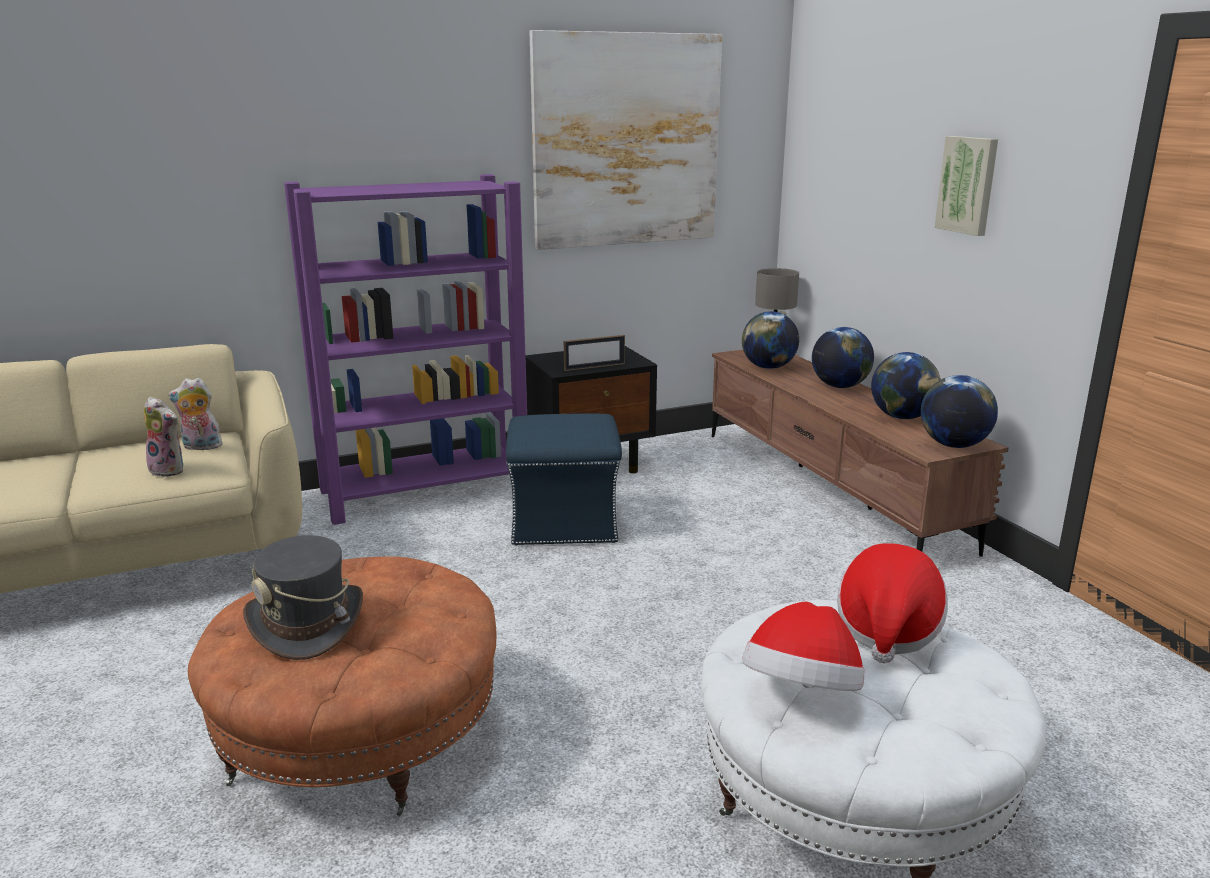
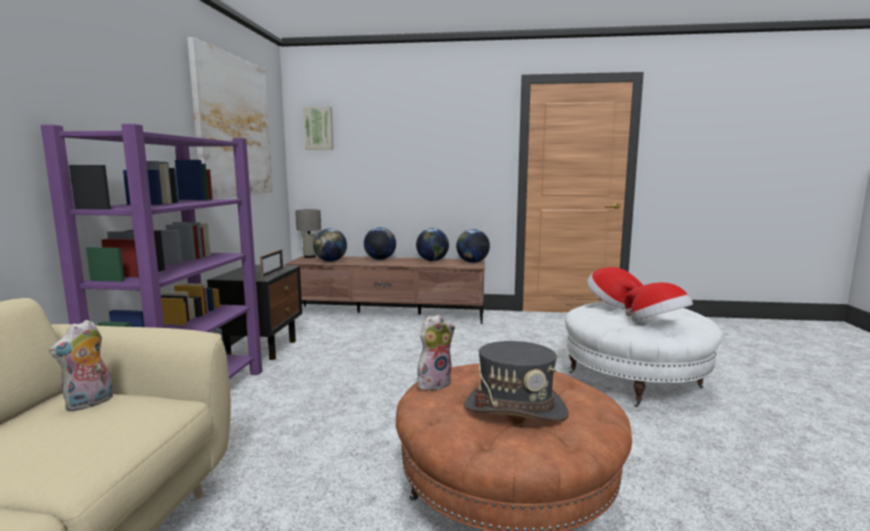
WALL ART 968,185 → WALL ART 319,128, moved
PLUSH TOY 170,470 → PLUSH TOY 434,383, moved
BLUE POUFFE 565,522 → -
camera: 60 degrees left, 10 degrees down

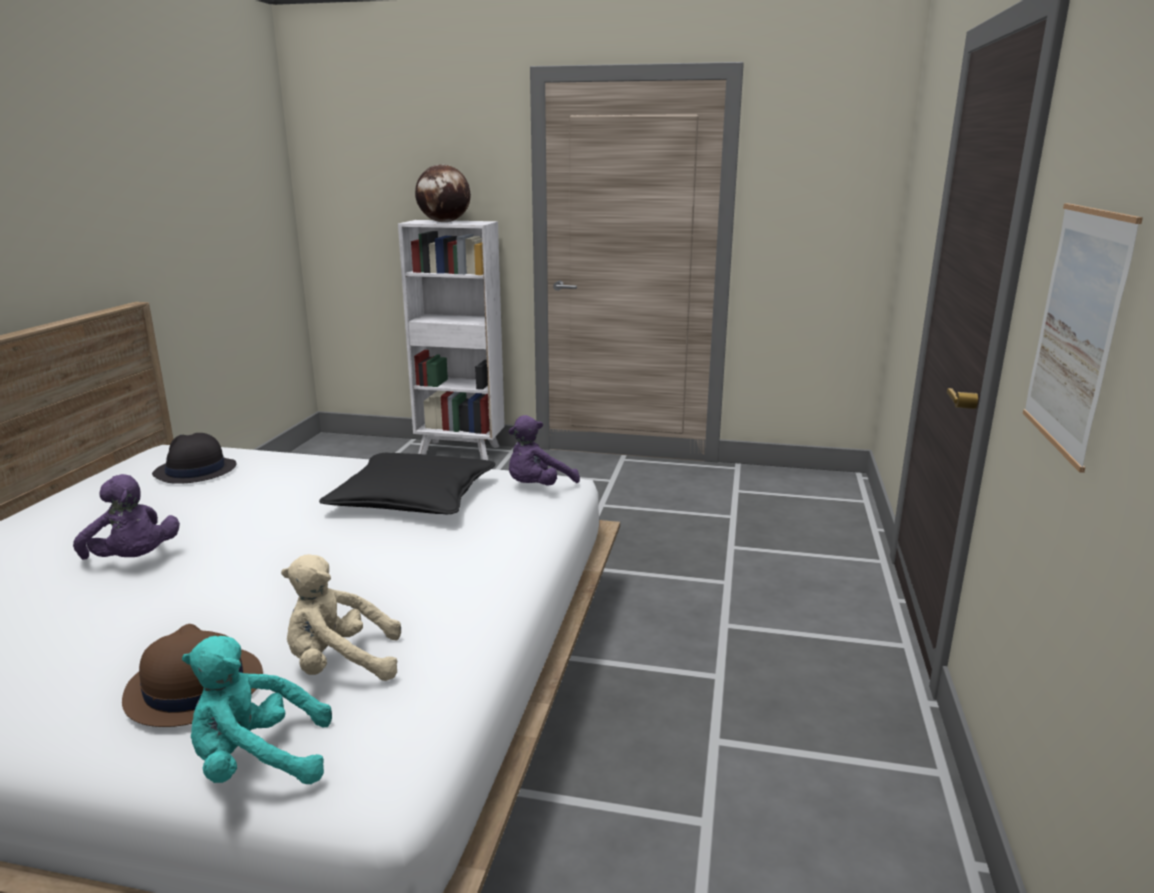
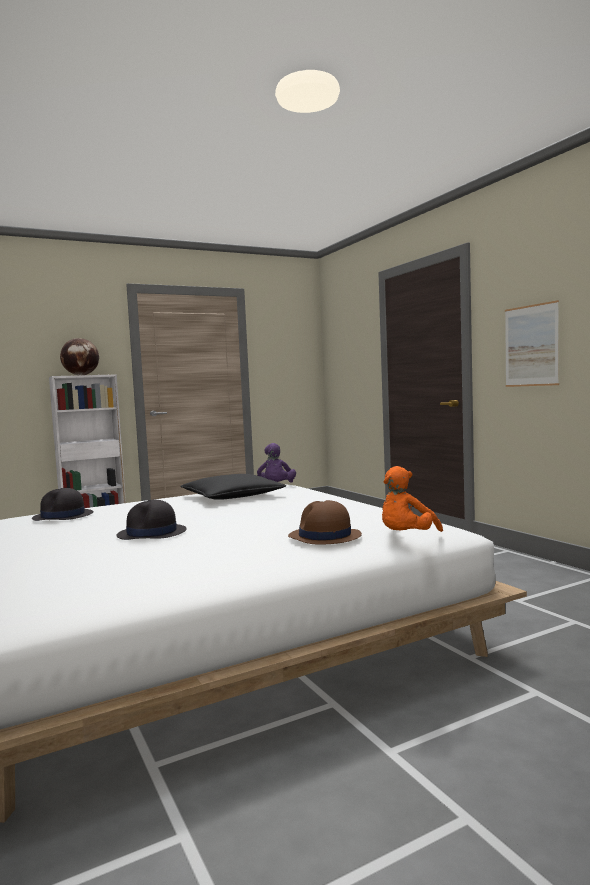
PURPLISH PLUSH TOY 133,561 → BLACKISH HAT 152,534
BEIGE PLUSH TOY 340,665 → -
TURQUOISE PLUSH TOY 257,762 → ORANGE PLUSH TOY 406,537
camera: 40 degrees left, 15 degrees down

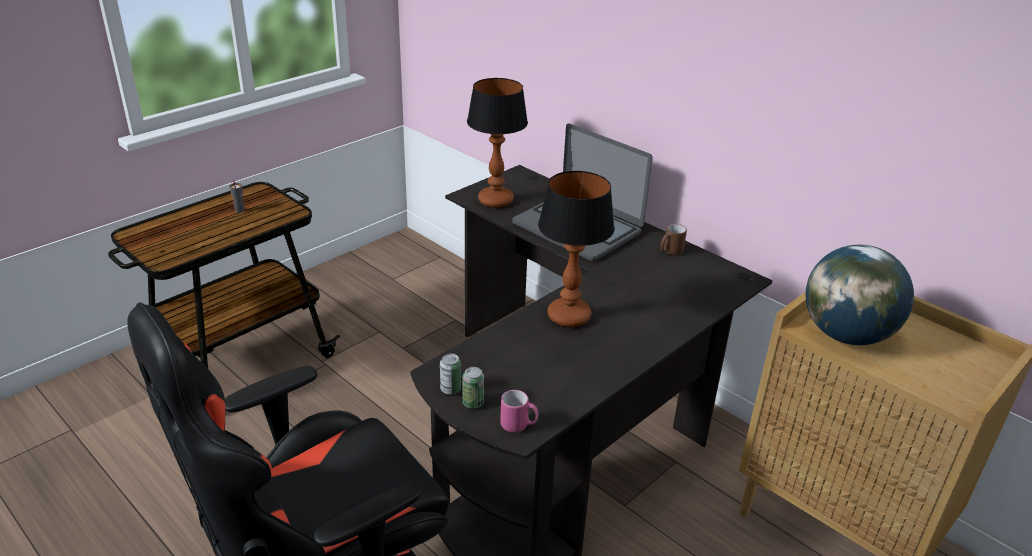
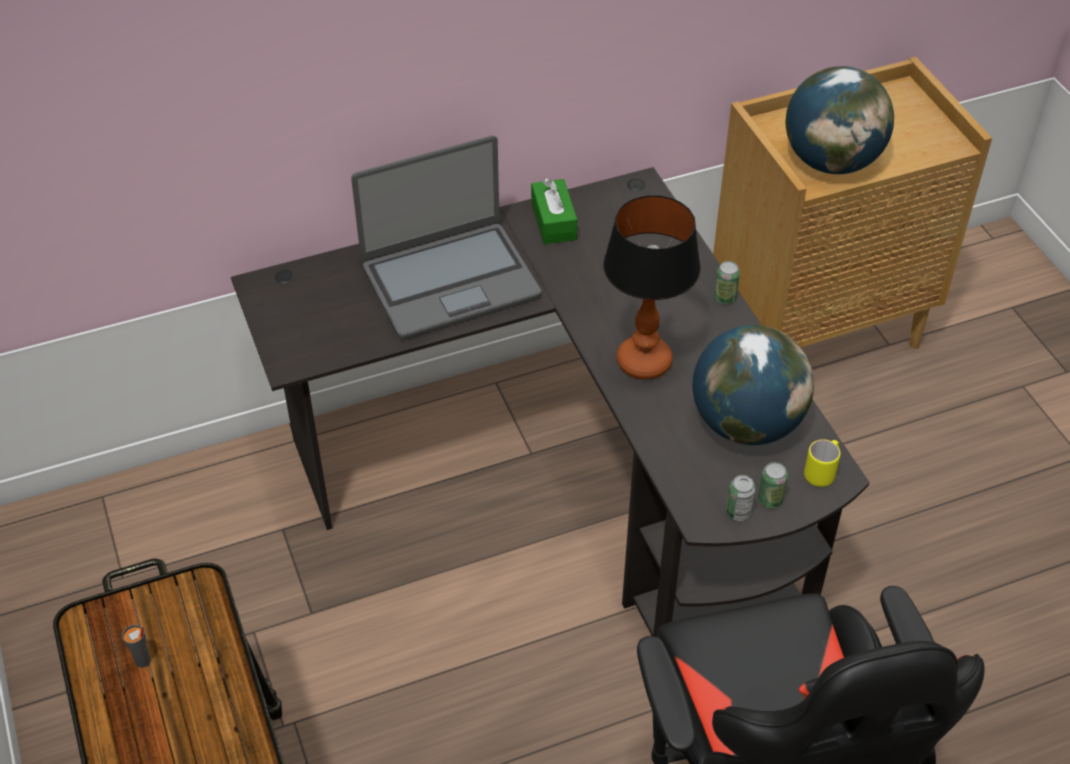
TABLETOP LAMP 495,201 → -
BROWN-COLOURED COFFEE MUG 670,252 → GREENISH BOX OF TISSUES 553,221
PINK COFFEE MUG 519,425 → YELLOWISH COFFEE MUG 822,472
- → METAL CAN 725,298
- → WORLD GLOBE 745,424
camera: 65 degrees left, 15 degrees up

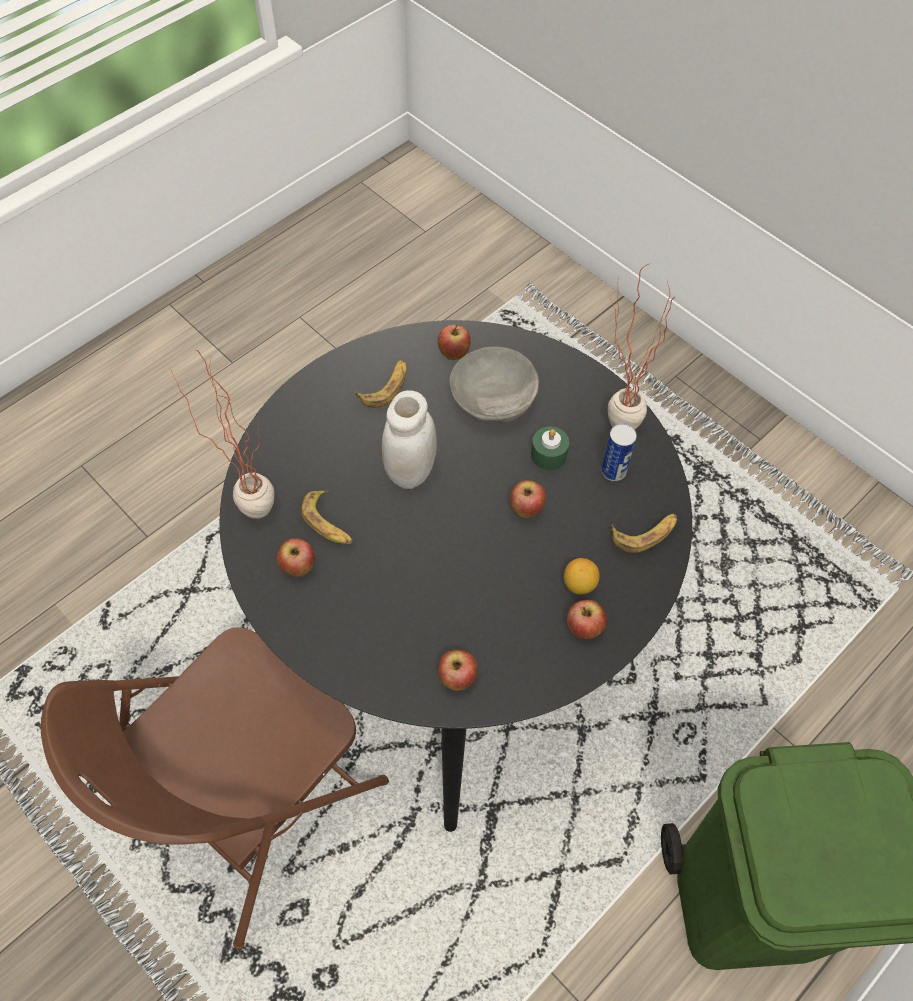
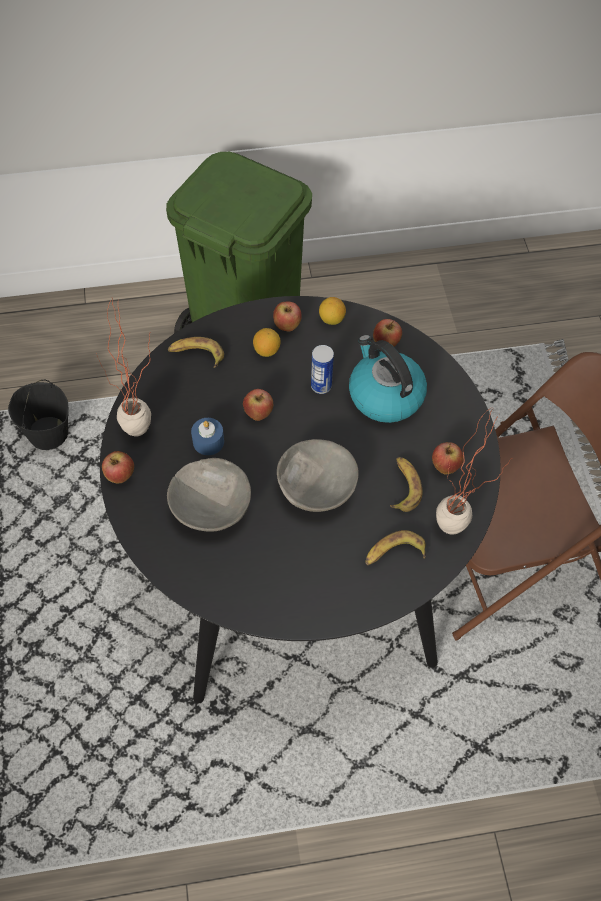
APPLE 454,354 → APPLE 120,476, moved
BANANA FRUIT 385,387 → BANANA FRUIT 394,553, moved
WHITE-COLOURED PRESERVE JAR 410,471 → GREY BOWL 317,489
METAL CAN 613,472 → METAL CAN 321,386, moved
GREENISH CANDLE 548,455 → BLUE CANDLE 208,441
- → WHOLE LEMON 331,319
- → KETTLE 384,395
- → BLACKISH WATER BUCKET 49,434
camera: 145 degrees left, 0 degrees up

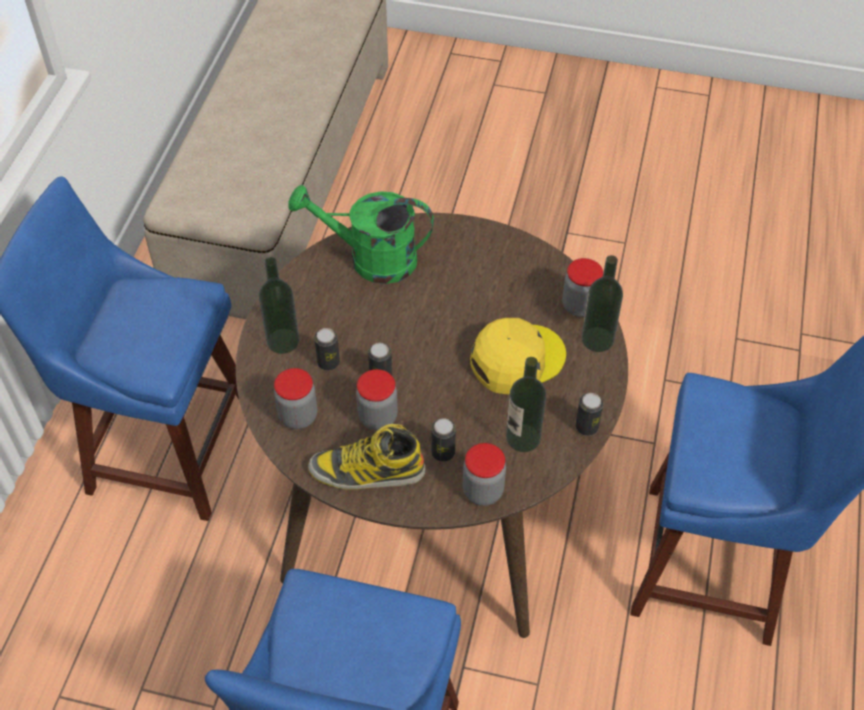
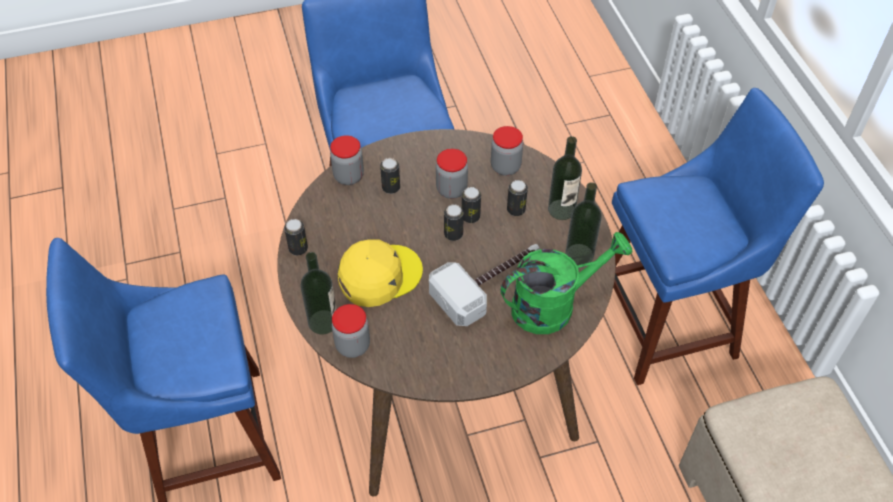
YELLOWISH CAP 516,359 → YELLOWISH CAP 379,275, 150 degrees counterclockwise
DRINK BOTTLE 523,438 → DRINK BOTTLE 579,254, moved
HIGH-TOP BOOT 367,472 → -
- → METAL CAN 453,234
- → TOOL HAMMER 490,283
camera: 150 degrees right, 0 degrees up

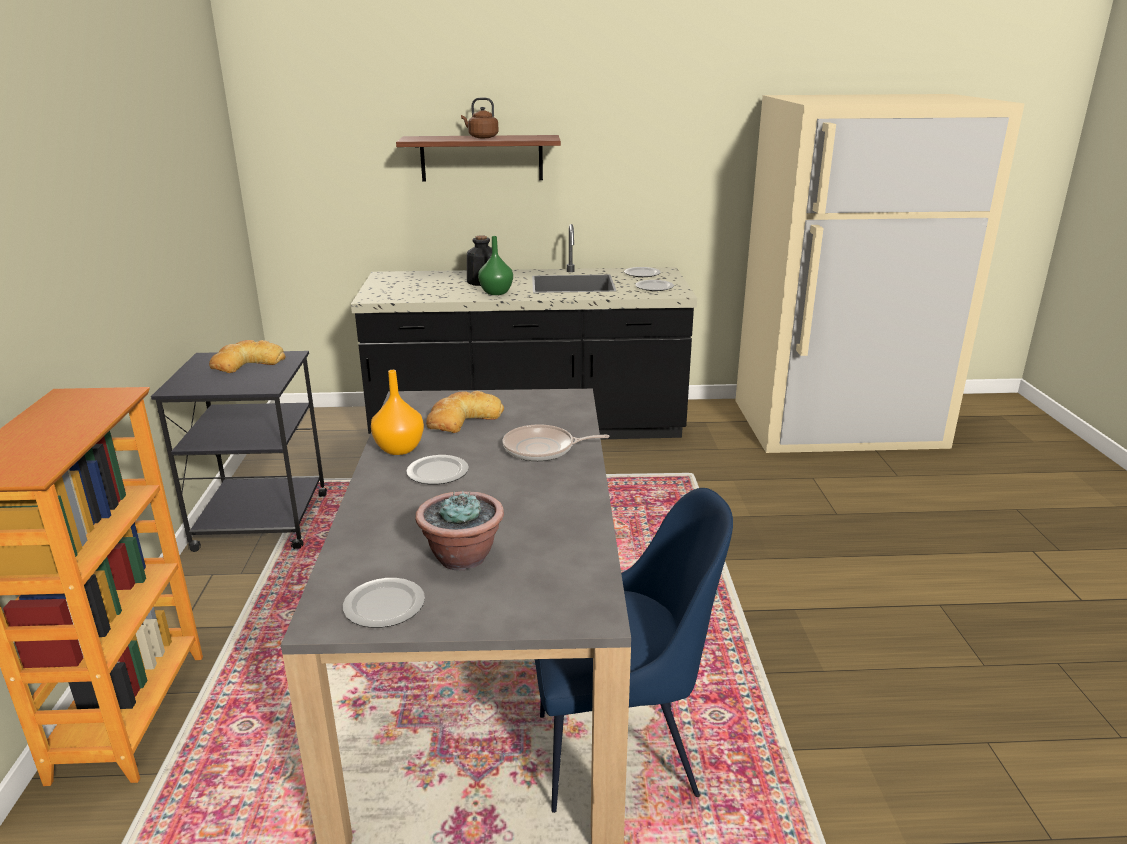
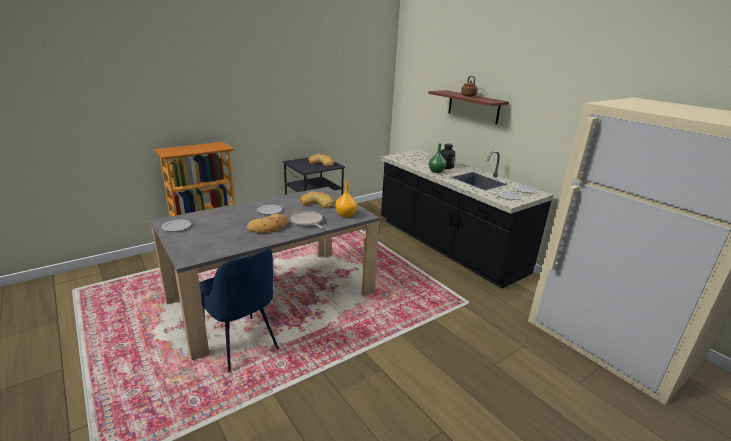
ORANGE VASE 400,449 → ORANGE VASE 346,215, moved
PLANT IN A POT 462,557 → -
- → BAKED BREAD 269,227
camera: 55 degrees right, 0 degrees up

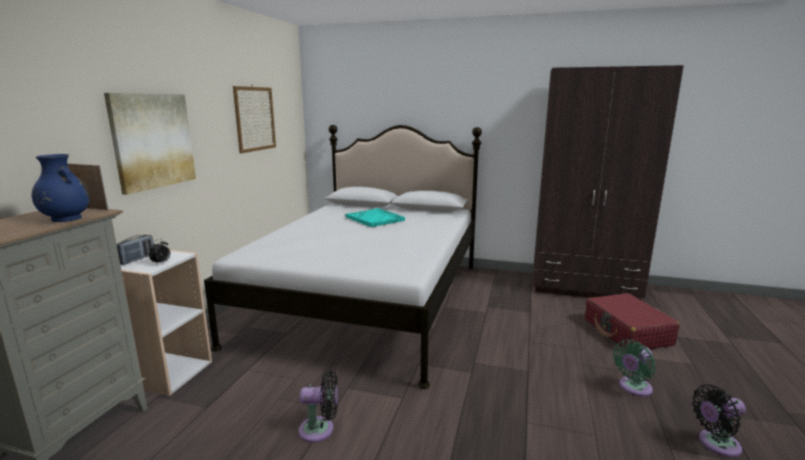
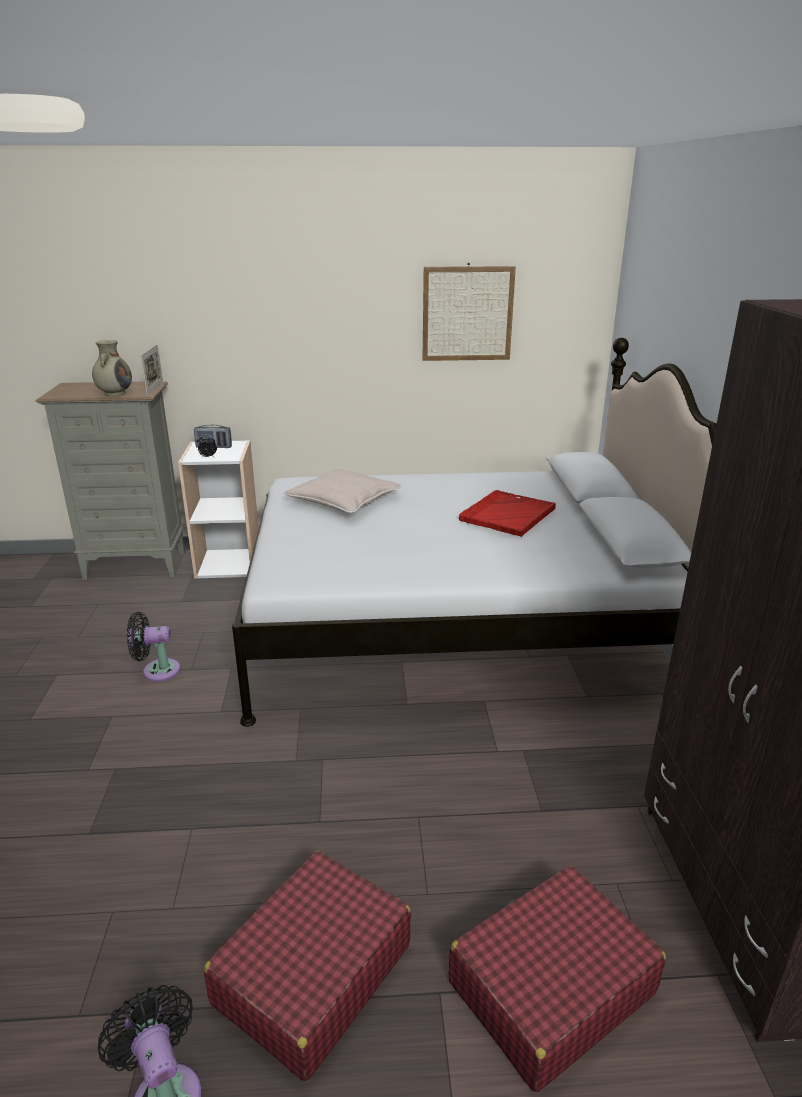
WALL ART 153,141 → -
BLUE VASE 66,218 → BEIGE VASE 115,393
TURQUOISE CARRYING TRAY 375,219 → RED-COLOURED CARRYING TRAY 507,515
GREENISH COOLING FAN 633,388 → RED-COLOURED TRAVEL CASE 312,974
BLACKISH COOLING FAN 320,429 → BLACKISH COOLING FAN 157,671, 105 degrees clockwise
- → BEIGE CUSHION 343,499
camera: 70 degrees right, 10 degrees up

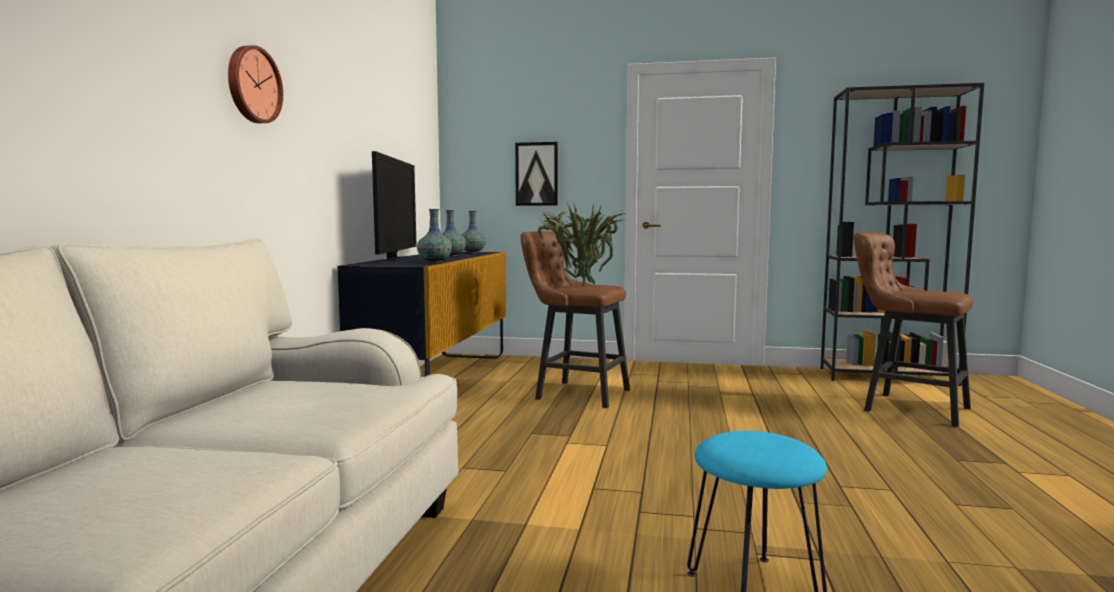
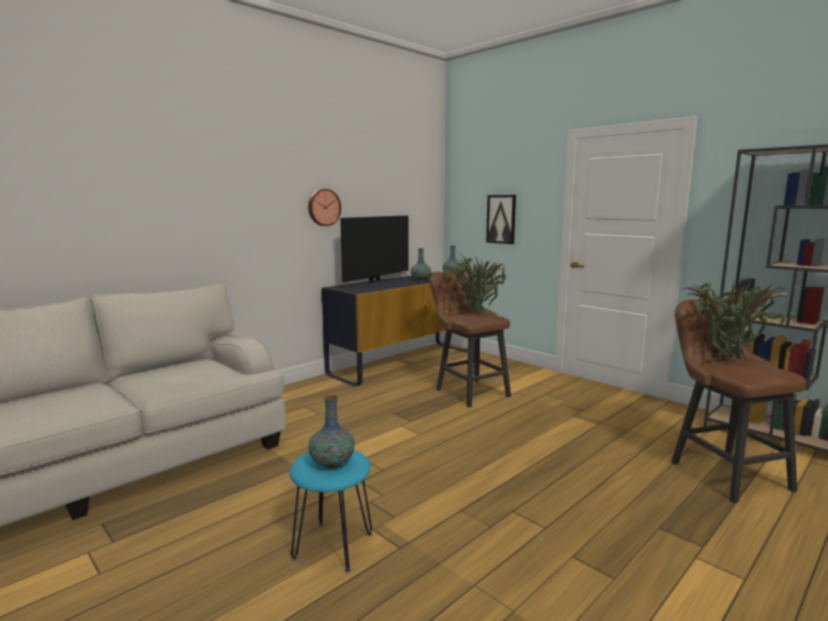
WALL CLOCK 252,85 → WALL CLOCK 323,207, moved
VASE 434,261 → VASE 332,463, moved
- → PLANT IN A POT 725,360
camera: 35 degrees right, 5 degrees up

